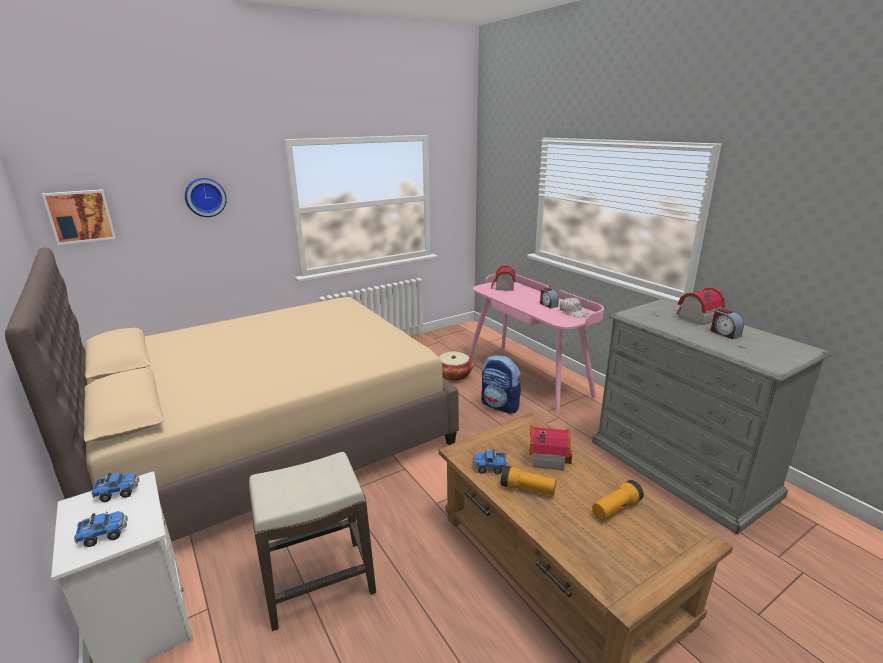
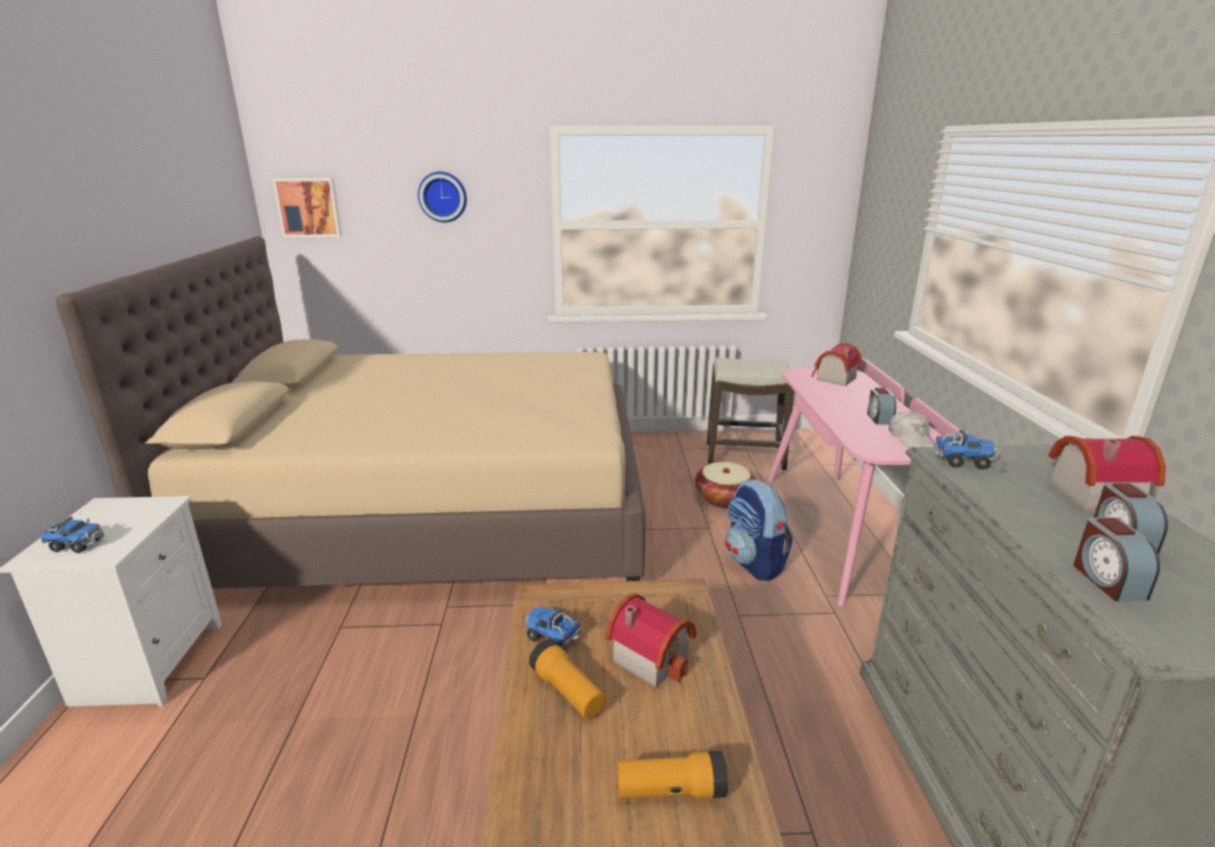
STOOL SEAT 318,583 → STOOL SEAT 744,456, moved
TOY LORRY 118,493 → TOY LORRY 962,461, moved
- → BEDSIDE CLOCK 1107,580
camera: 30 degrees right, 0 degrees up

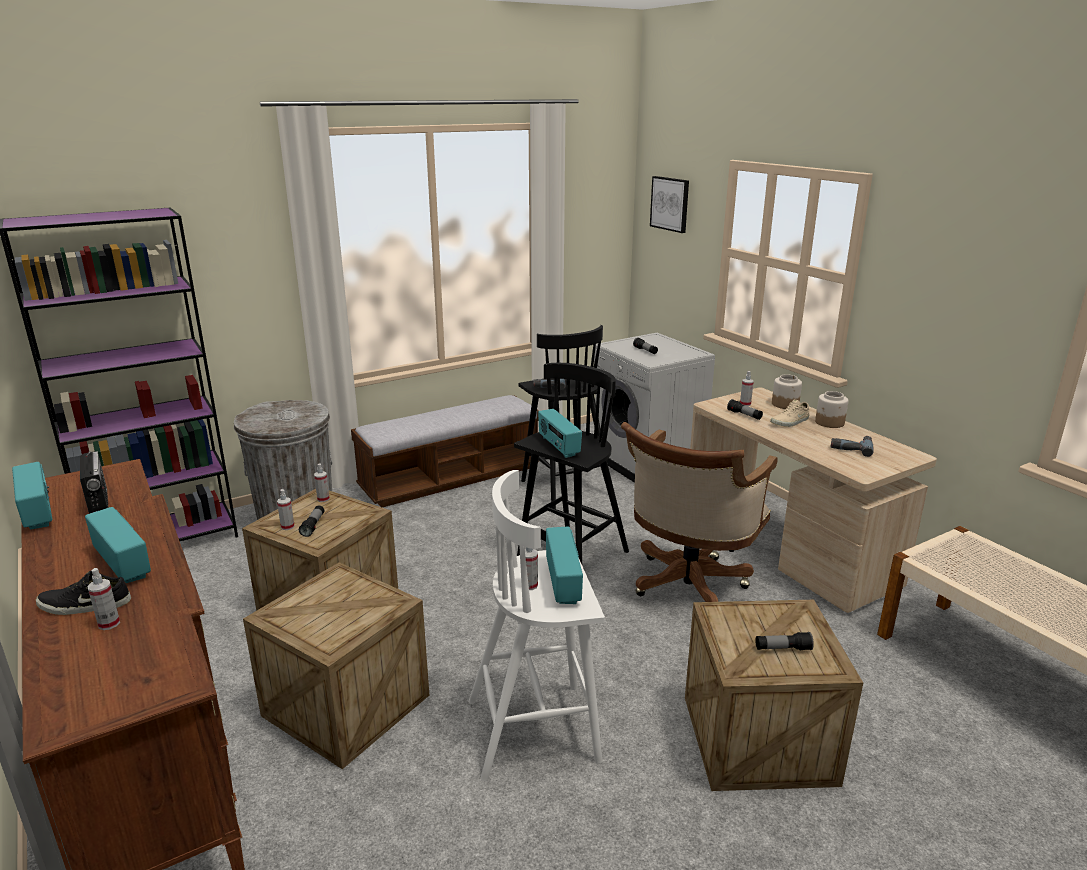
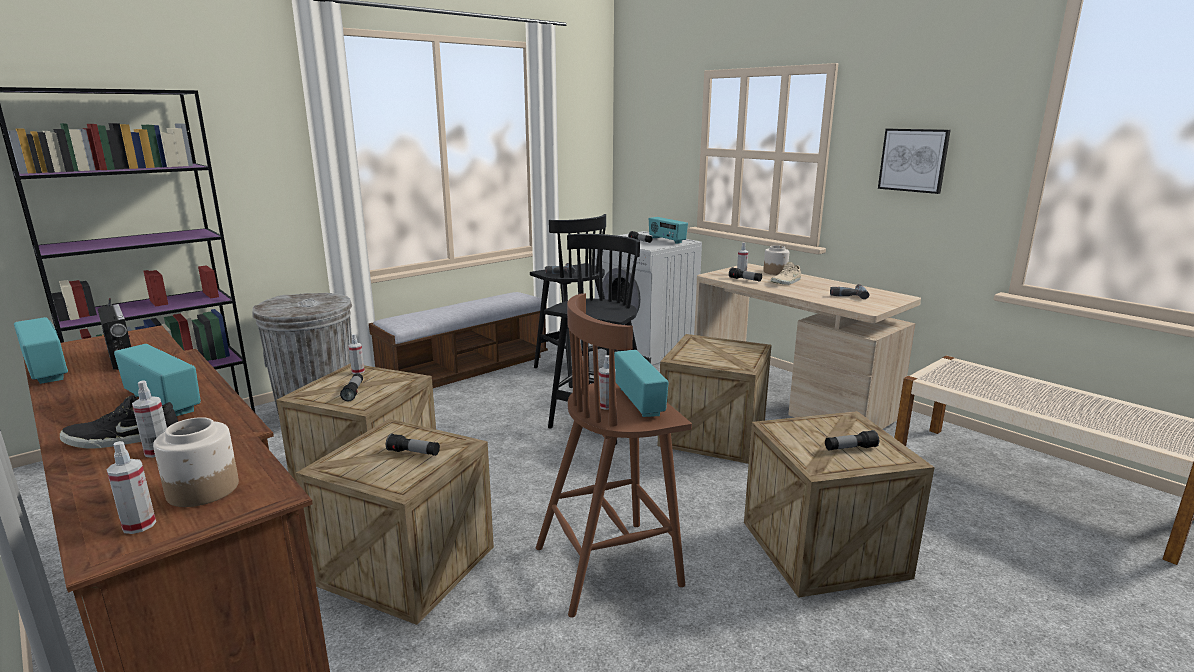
WALL ART 670,204 → WALL ART 913,160, moved
PRESERVE JAR 829,423 → PRESERVE JAR 202,490, moved
RADIO RECEIVER 558,447 → RADIO RECEIVER 666,240, moved
OFFICE CHAIR 687,586 → PACKING CRATE 712,435
WHITE-COLOURED STOOL SEAT 537,729 → BROWN-COLOURED STOOL SEAT 612,564
HAND SPRAYER 287,527 → HAND SPRAYER 139,525, moved
- → HAND TORCH 413,453
camera: 10 degrees left, 5 degrees down

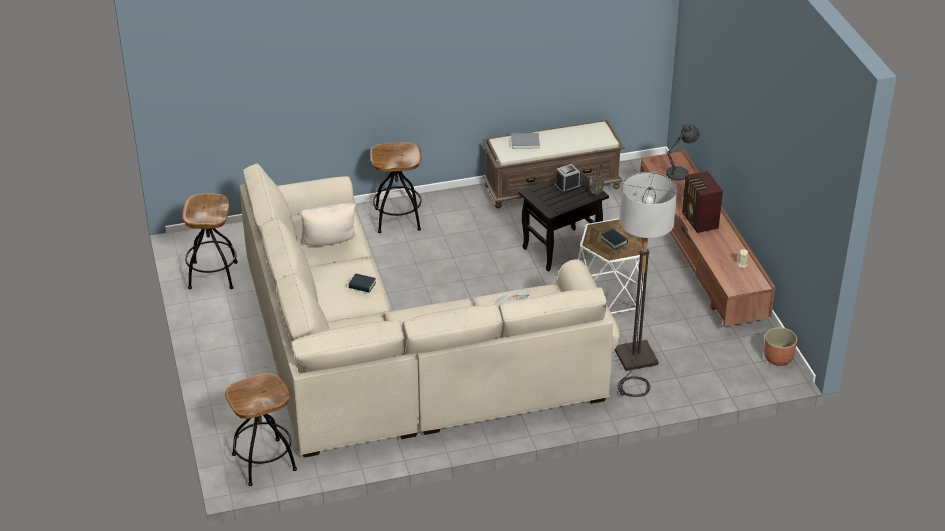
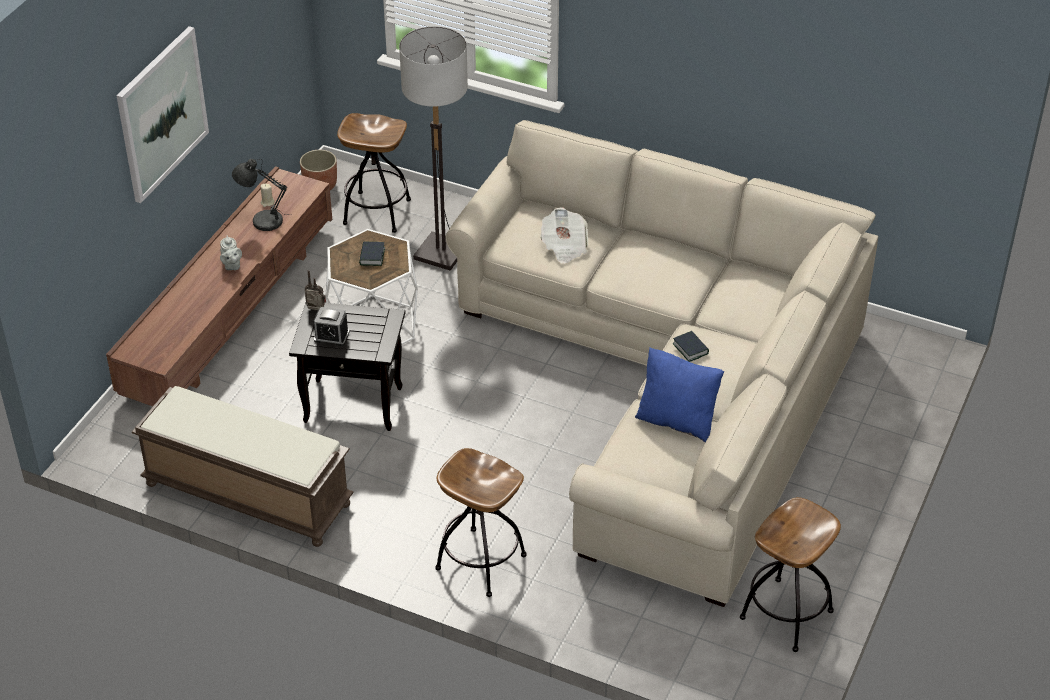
GREY TABLETOP LAMP 679,173 → GREY TABLETOP LAMP 263,221, moved
GREY BOUND BOOK 526,142 → -
RADIO RECEIVER 699,221 → GREY TEA POT 231,265
BEIGE CUSHION 329,245 → BLUE CUSHION 677,421
BROWN-COLOURED STOOL SEAT 264,462 → BROWN-COLOURED STOOL SEAT 376,211, moved
- → WALL ART 162,114
camera: 140 degrees left, 5 degrees up

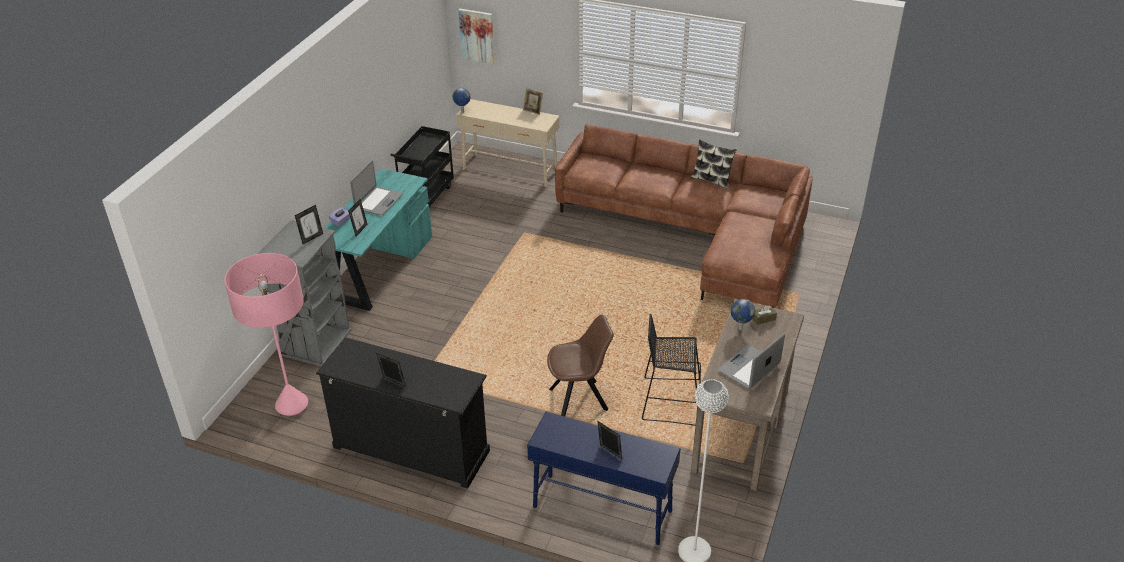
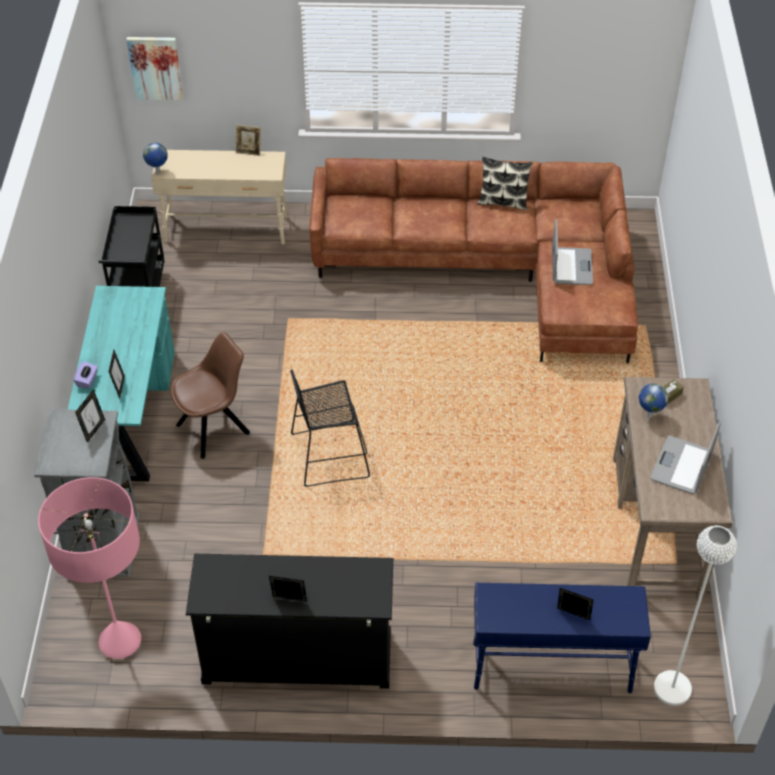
PORTABLE COMPUTER 378,201 → PORTABLE COMPUTER 571,267, moved
BLACKISH STOOL SEAT 672,400 → BLACKISH STOOL SEAT 331,454, moved
BROWN-COLOURED CHAIR 579,400 → BROWN-COLOURED CHAIR 214,429, moved
camera: 20 degrees left, 10 degrees up

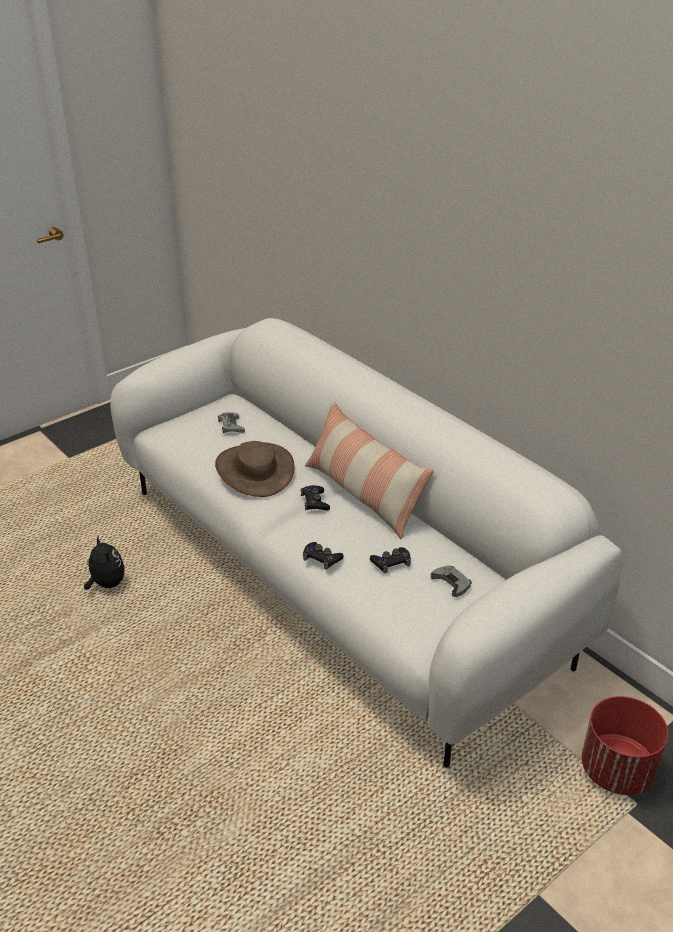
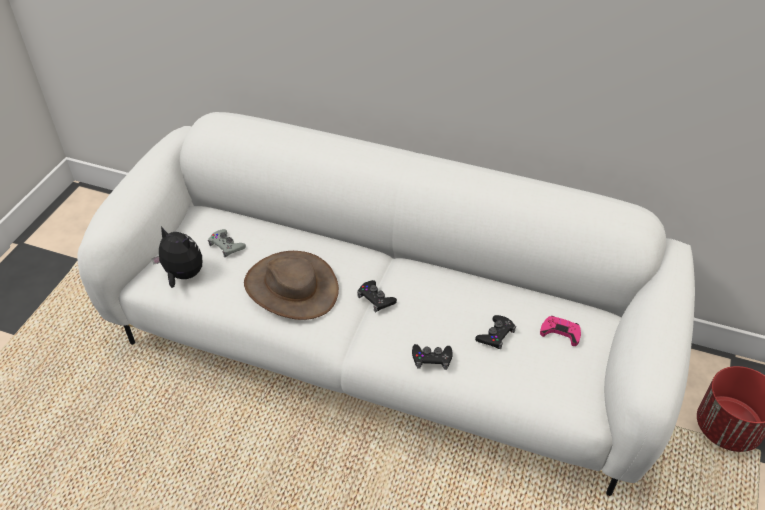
CUSHION 363,494 → -
PLUSH TOY 106,584 → PLUSH TOY 182,275, moved
GREY JOYPAD 451,583 → PINK JOYPAD 560,332
camera: 30 degrees left, 10 degrees up

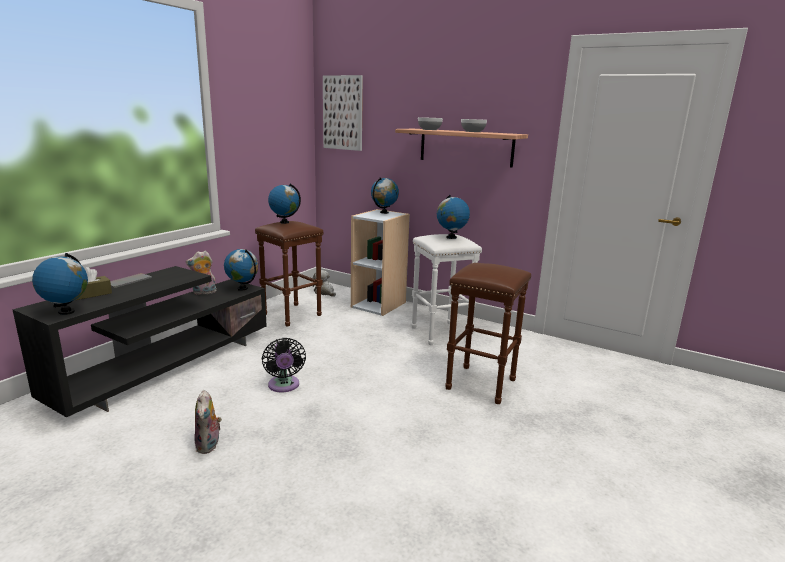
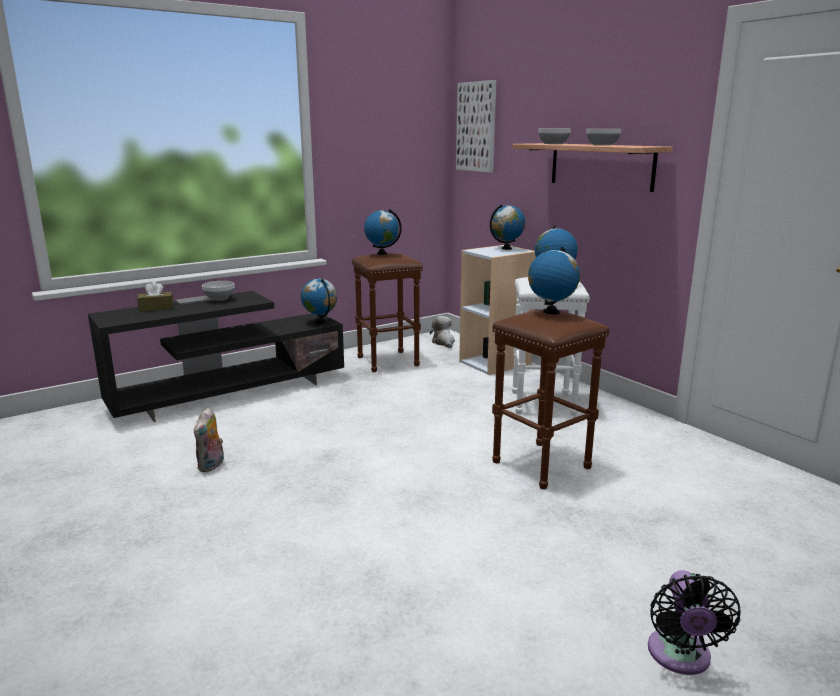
PLUSH TOY 204,293 → -
WORLD GLOBE 66,312 → WORLD GLOBE 551,312, moved
BLACKISH COOLING FAN 284,386 → BLACKISH COOLING FAN 680,657, moved
- → BOWL 219,298
camera: 25 degrees right, 0 degrees up

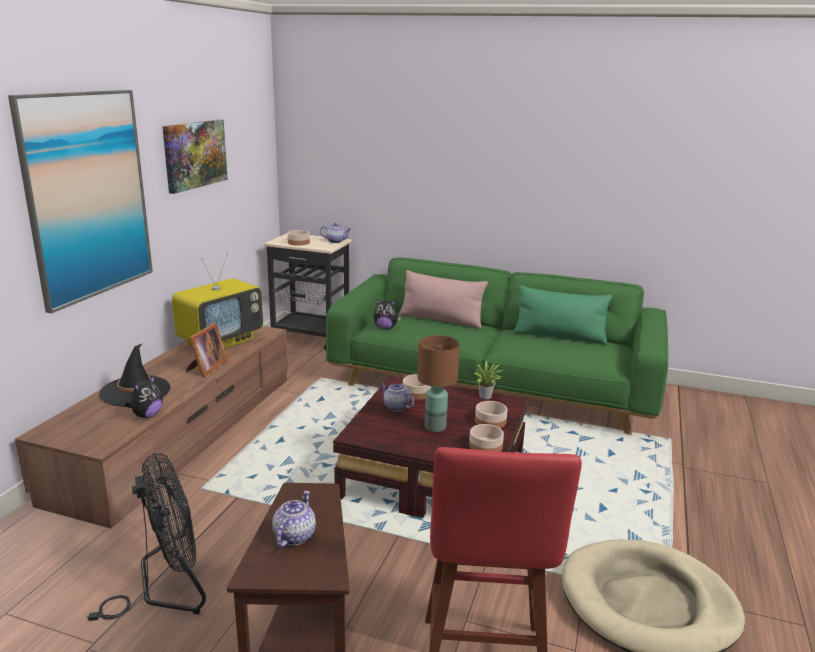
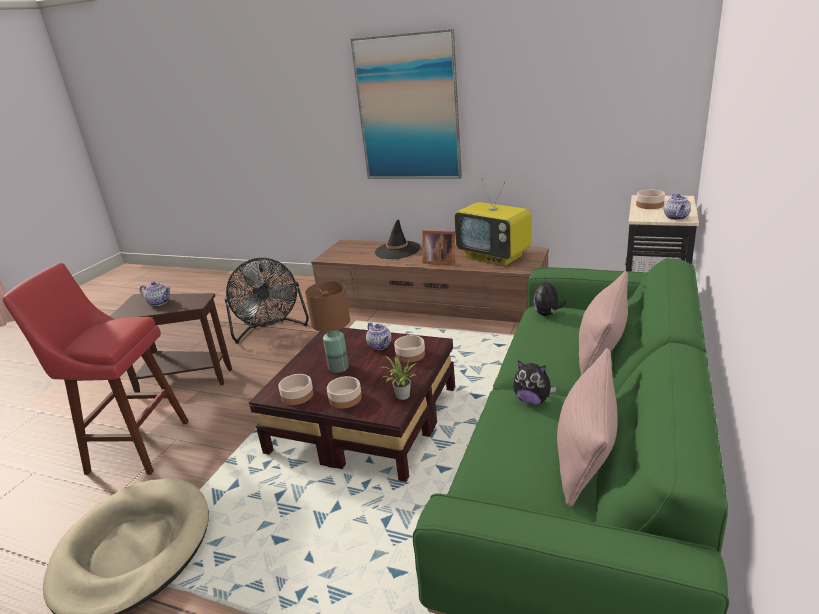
WALL ART 195,154 → -
GREENISH CUSHION 559,336 → PINK CUSHION 585,452
PLUSH TOY 147,415 → PLUSH TOY 532,400, moved
TEA POT 395,407 → TEA POT 380,346, 105 degrees clockwise
camera: 95 degrees right, 5 degrees up

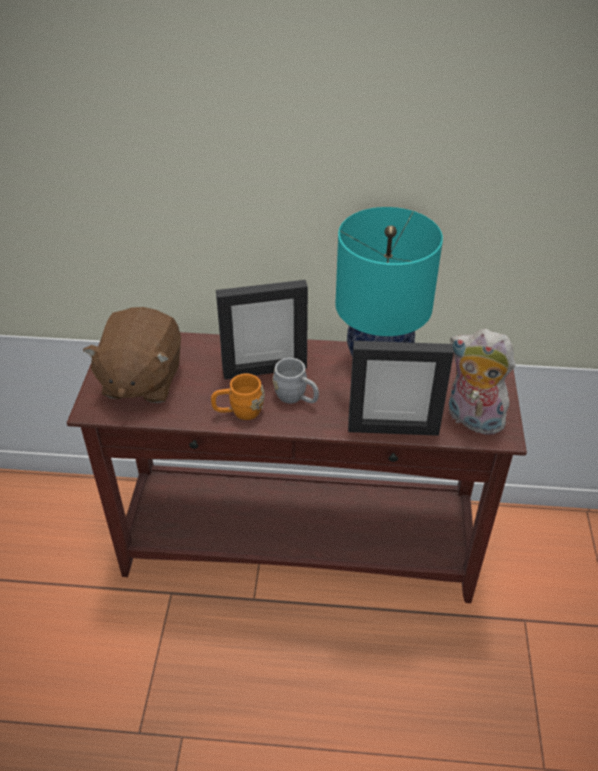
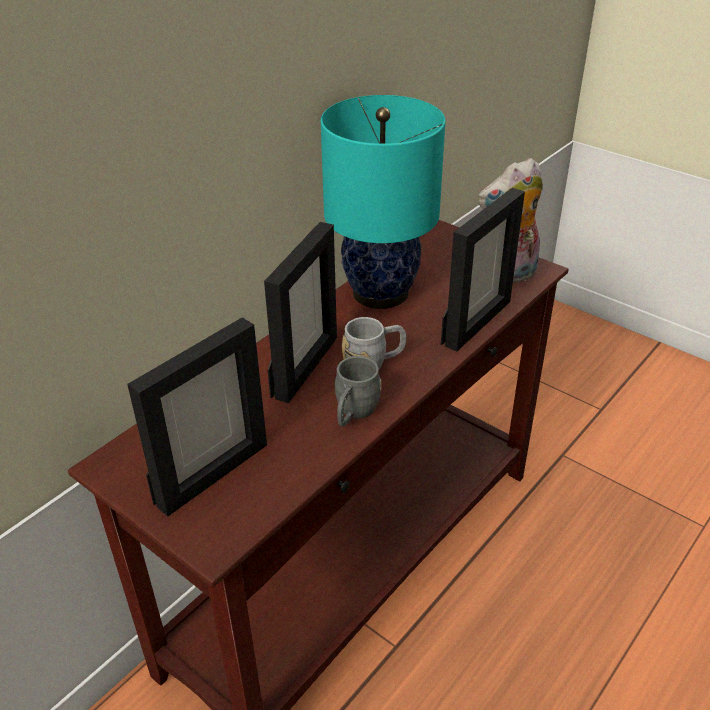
BROWN-COLOURED PLUSH TOY 141,380 → PICTURE FRAME 212,473
ORANGE COFFEE MUG 239,412 → GREY COFFEE MUG 353,414
camera: 55 degrees left, 5 degrees down

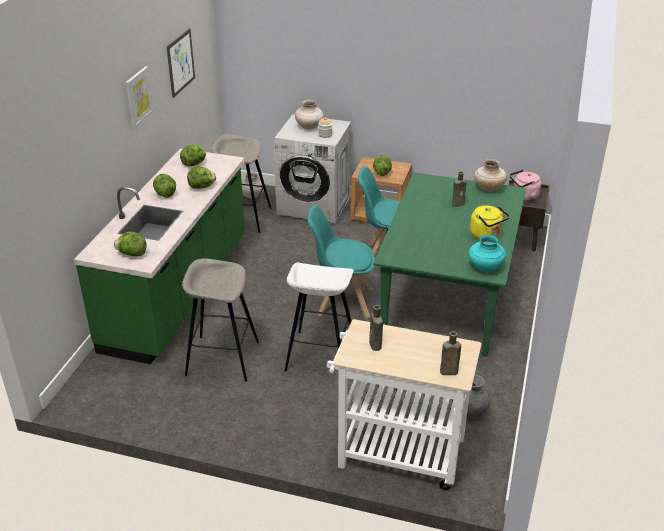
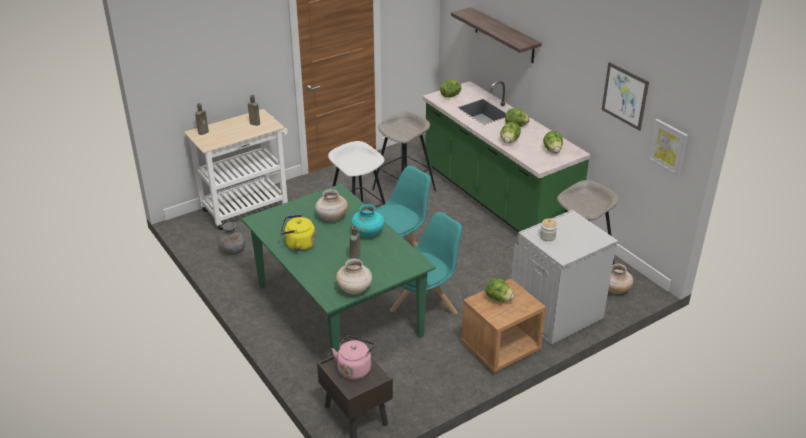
WALL ART 138,96 → WALL ART 668,146, moved
BEIGE VASE 309,127 → BEIGE VASE 331,217, moved
TURQUOISE VASE 485,267 → TURQUOISE VASE 368,233, moved
- → BRACKET SHELF 504,35
camera: 130 degrees right, 0 degrees up

